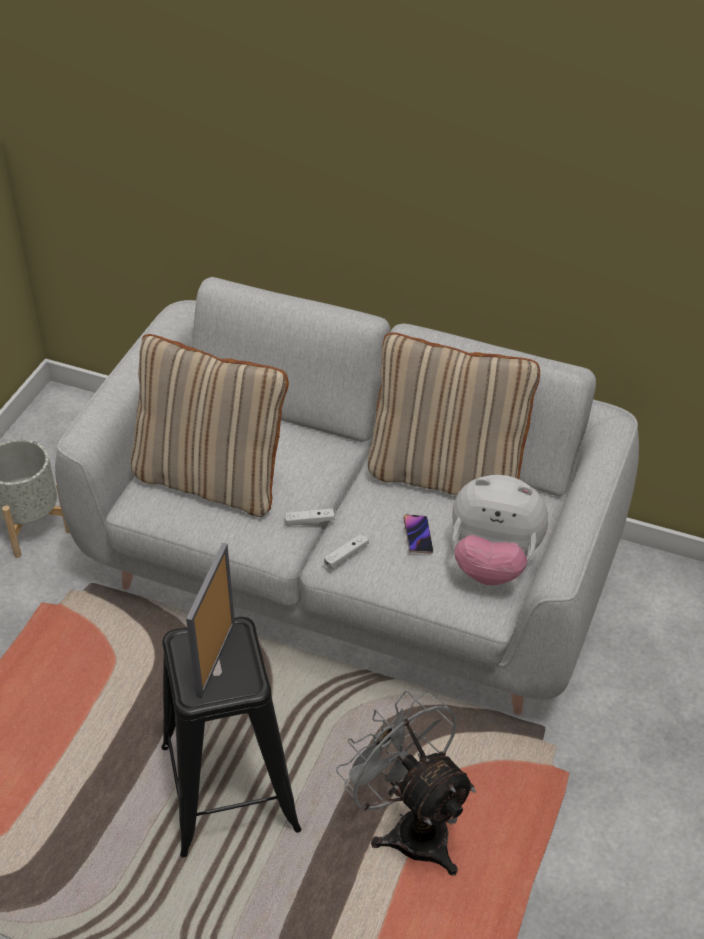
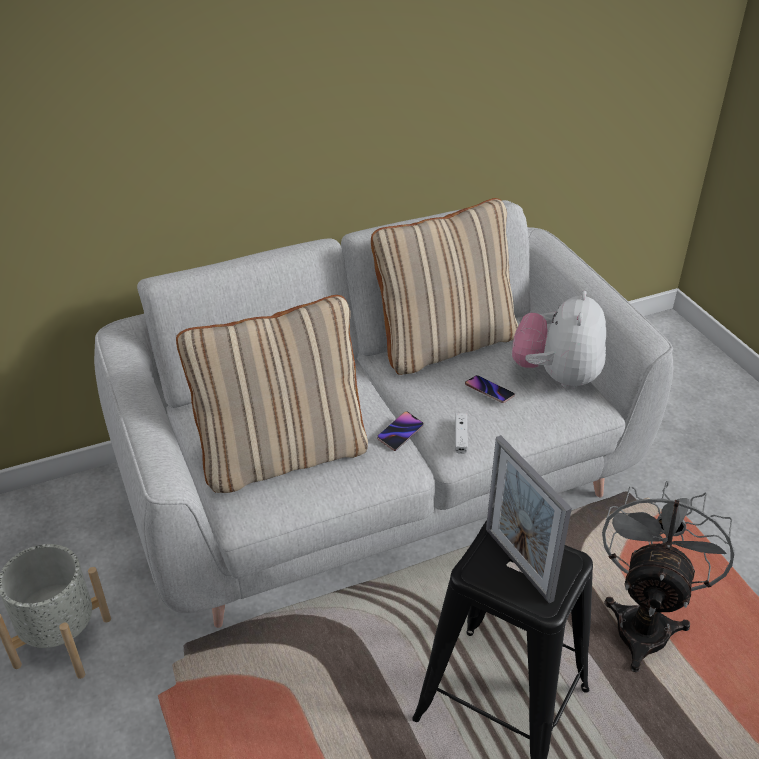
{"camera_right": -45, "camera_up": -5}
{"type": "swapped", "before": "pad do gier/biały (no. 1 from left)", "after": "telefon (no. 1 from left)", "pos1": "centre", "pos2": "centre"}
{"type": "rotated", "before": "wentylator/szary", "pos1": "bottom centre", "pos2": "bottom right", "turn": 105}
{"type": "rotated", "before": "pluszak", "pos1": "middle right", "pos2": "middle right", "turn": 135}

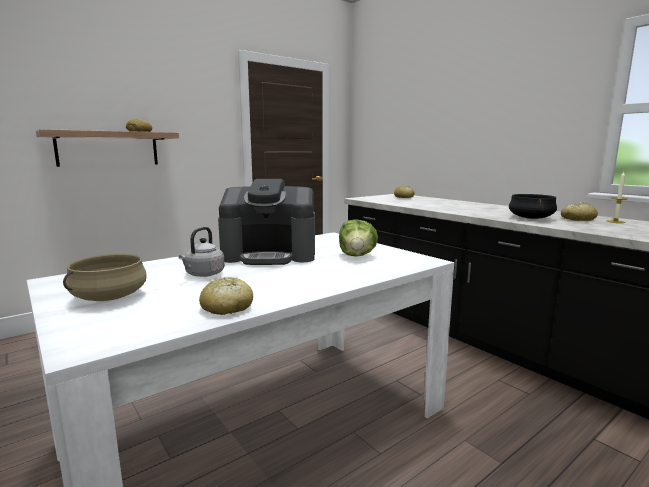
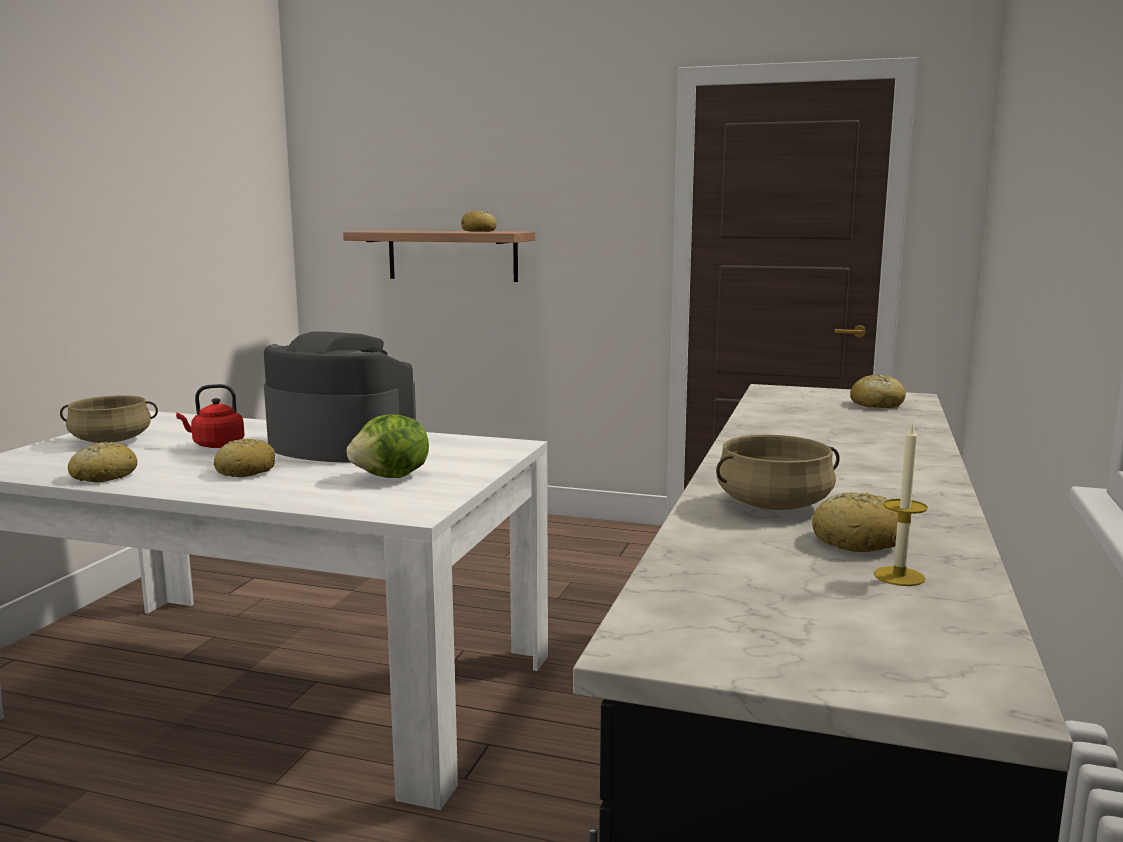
{"camera_right": 55, "camera_up": 0}
{"type": "new", "after": "chleb (no. 2 from left)", "pos2": "middle left"}
{"type": "repainted", "before": "czajnik/szary", "after": "czajnik/czerwony", "pos1": "middle left", "pos2": "middle left"}
{"type": "repainted", "before": "garnek/czarny", "after": "garnek/beżowy (no. 2 from left)", "pos1": "middle right", "pos2": "middle right"}
{"type": "rotated", "before": "ekspres do kawy", "pos1": "centre", "pos2": "middle left", "turn": 150}

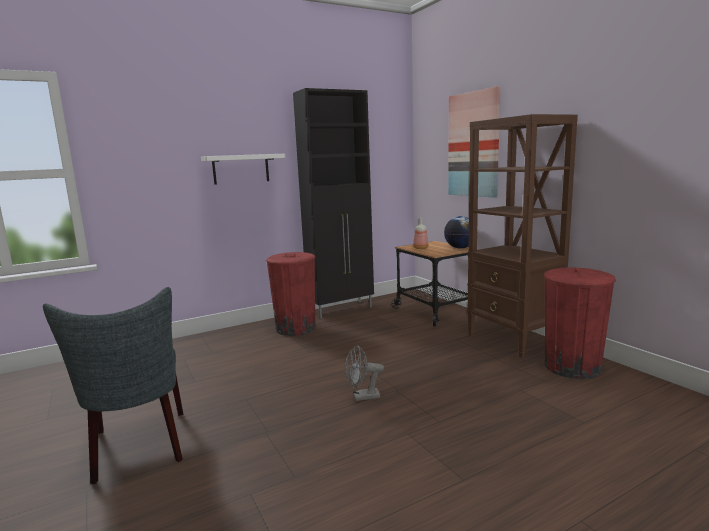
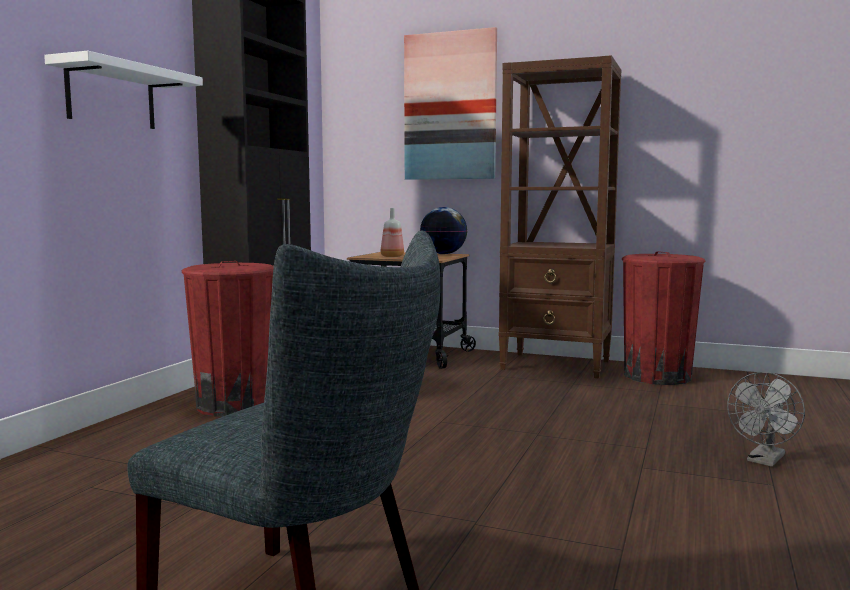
{"camera_right": -40, "camera_up": -5}
{"type": "shifted", "before": "wentylator/szary", "pos1": "bottom centre", "pos2": "bottom right"}

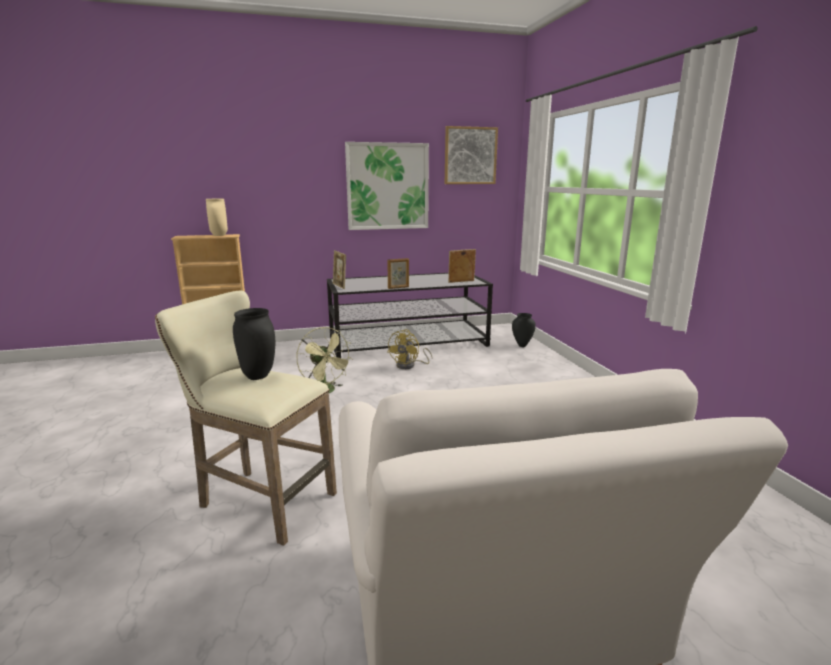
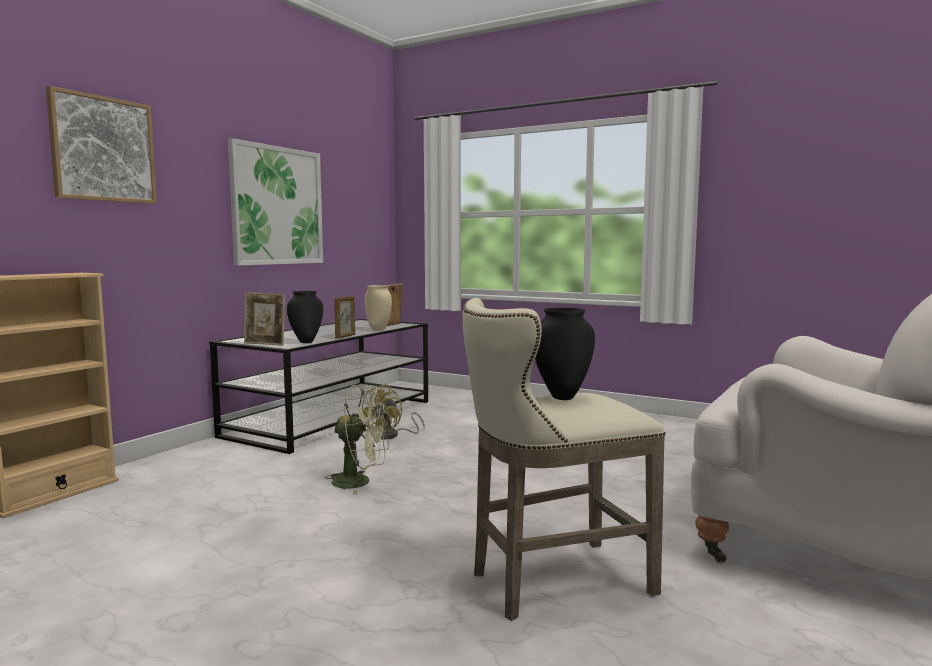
{"camera_right": -45, "camera_up": -10}
{"type": "shifted", "before": "wazon/beżowy", "pos1": "top left", "pos2": "centre"}
{"type": "shifted", "before": "obraz (no. 2 from left in the first image)", "after": "obraz (no. 1 from left)", "pos1": "top centre", "pos2": "top left"}
{"type": "shifted", "before": "wazon/czarny (no. 2 from left in the first image)", "after": "wazon/czarny (no. 1 from left)", "pos1": "centre", "pos2": "middle left"}
{"type": "rotated", "before": "wentylator/żółty", "pos1": "centre", "pos2": "centre", "turn": 45}

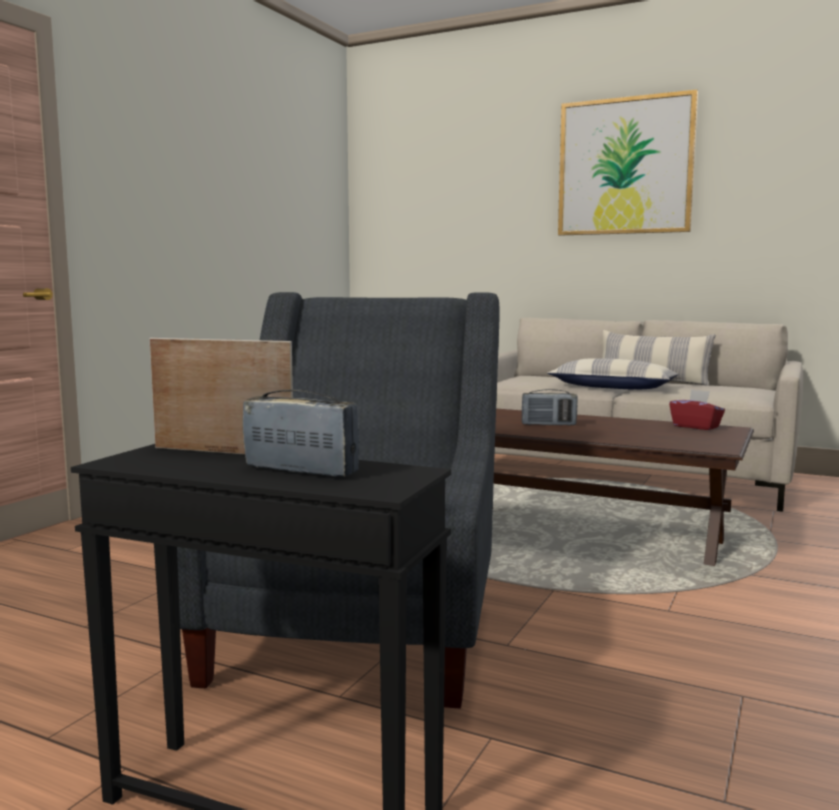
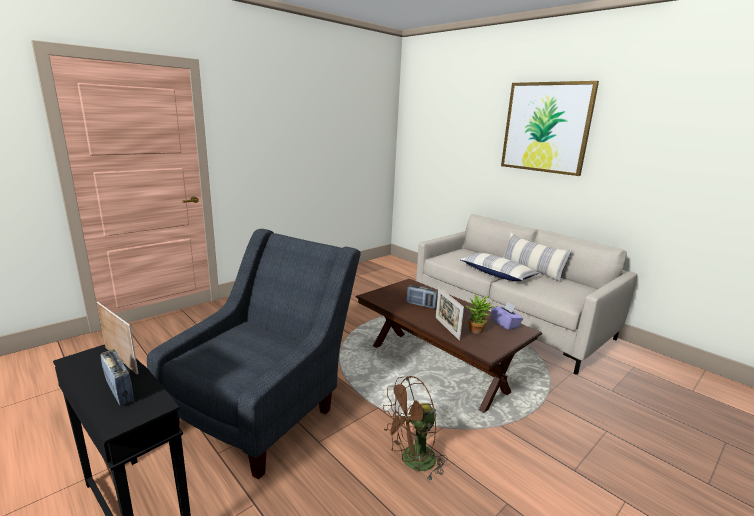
{"camera_right": 20, "camera_up": 10}
{"type": "new", "after": "wentylator/brązowy", "pos2": "bottom centre"}
{"type": "new", "after": "ramka na zdjęcie (no. 2 from left)", "pos2": "centre"}
{"type": "new", "after": "roślina doniczkowa", "pos2": "centre"}
{"type": "repainted", "before": "pudełko chusteczek/czerwony", "after": "pudełko chusteczek/fioletowy", "pos1": "middle right", "pos2": "middle right"}

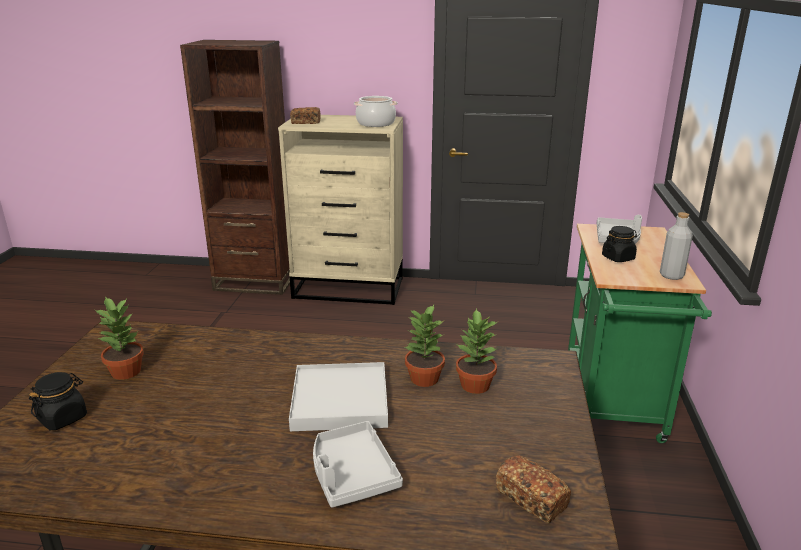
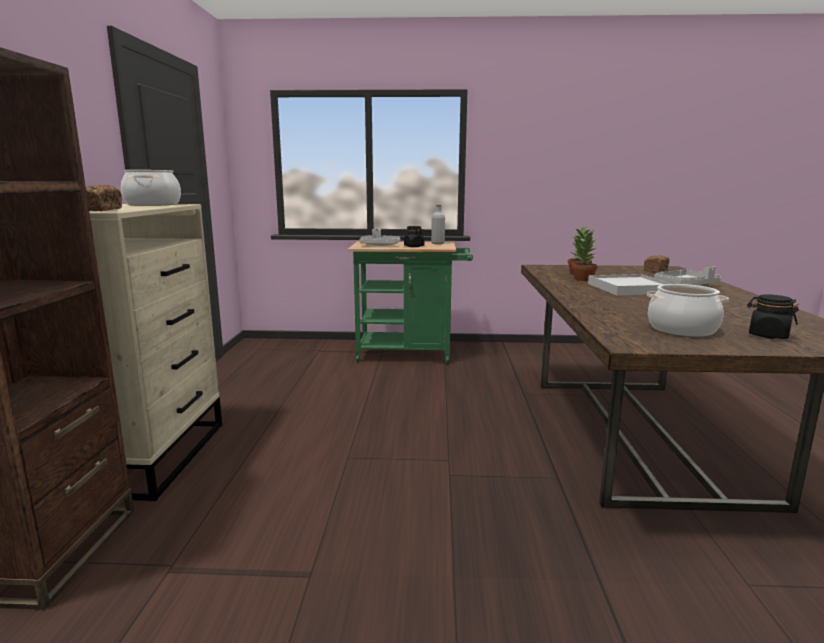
{"camera_right": -95, "camera_up": -10}
{"type": "swapped", "before": "roślina doniczkowa (no. 1 from left)", "after": "garnek (no. 2 from left)", "pos1": "middle left", "pos2": "middle right"}

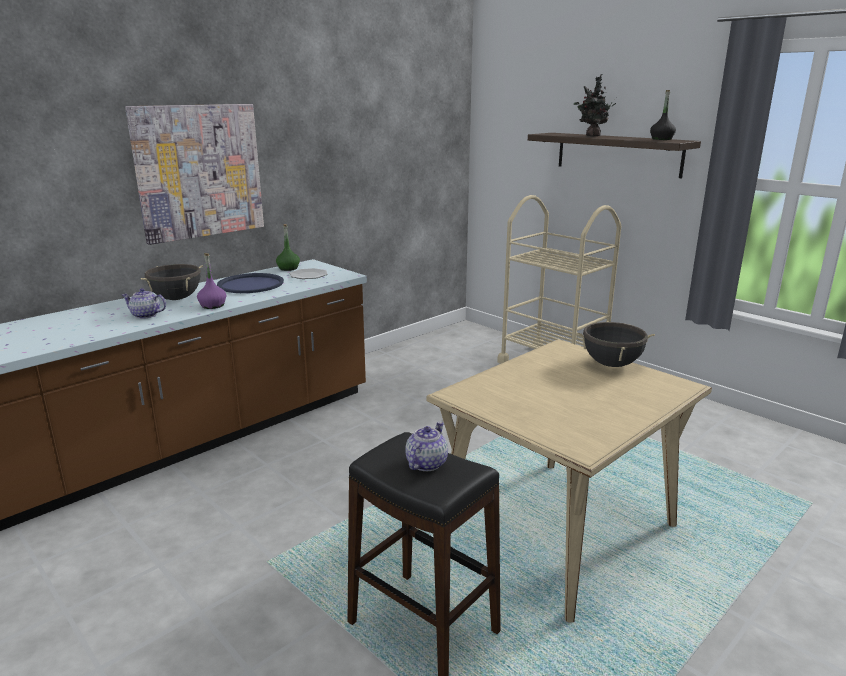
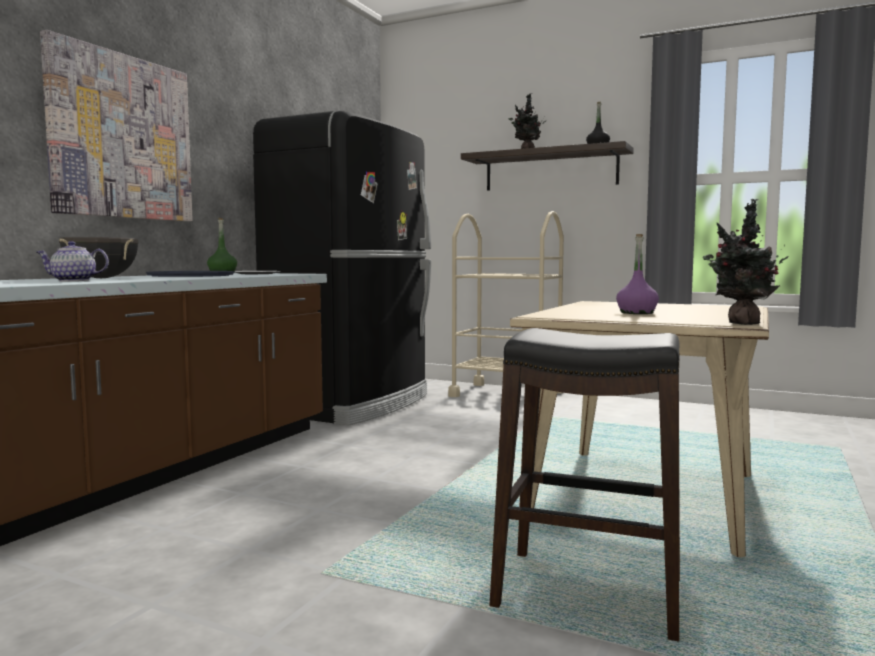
{"camera_right": -20, "camera_up": -15}
{"type": "gone", "before": "imbryk (no. 2 from left)", "pos1": "centre"}
{"type": "gone", "before": "garnek/czarny (no. 2 from left)", "pos1": "middle right"}
{"type": "new", "after": "lodówka/czarny", "pos2": "centre"}
{"type": "new", "after": "roślina doniczkowa (no. 2 from left)", "pos2": "middle right"}
{"type": "shifted", "before": "butelka/fioletowy", "pos1": "middle left", "pos2": "middle right"}

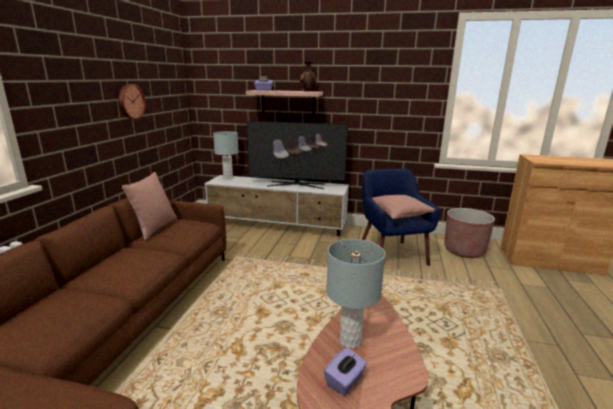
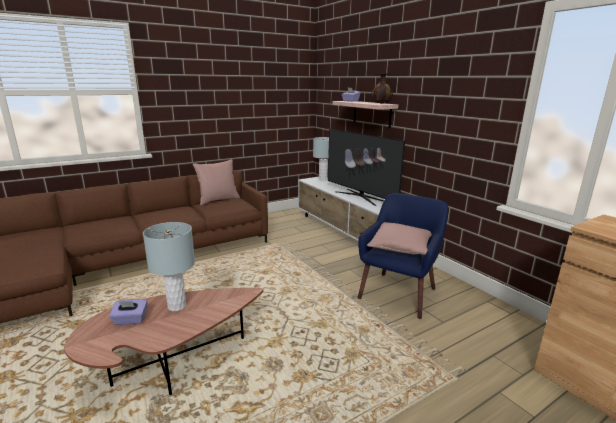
{"camera_right": 45, "camera_up": 0}
{"type": "gone", "before": "zegar ścienny", "pos1": "top left"}
{"type": "gone", "before": "donica/brązowy", "pos1": "middle right"}

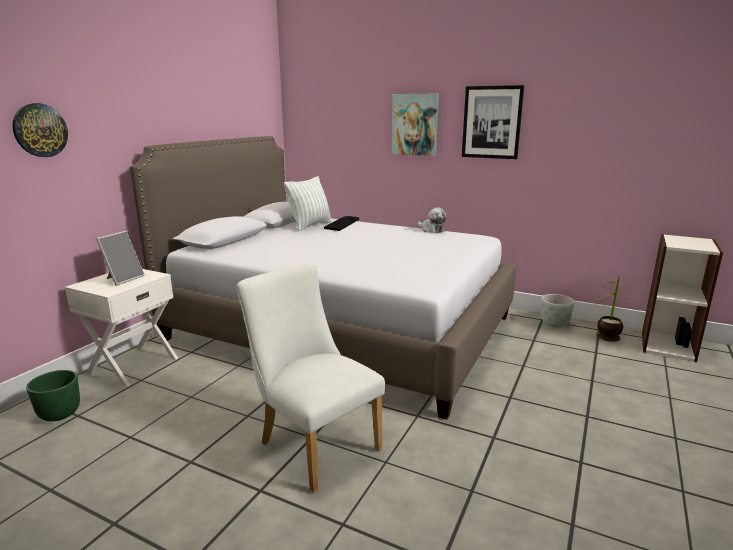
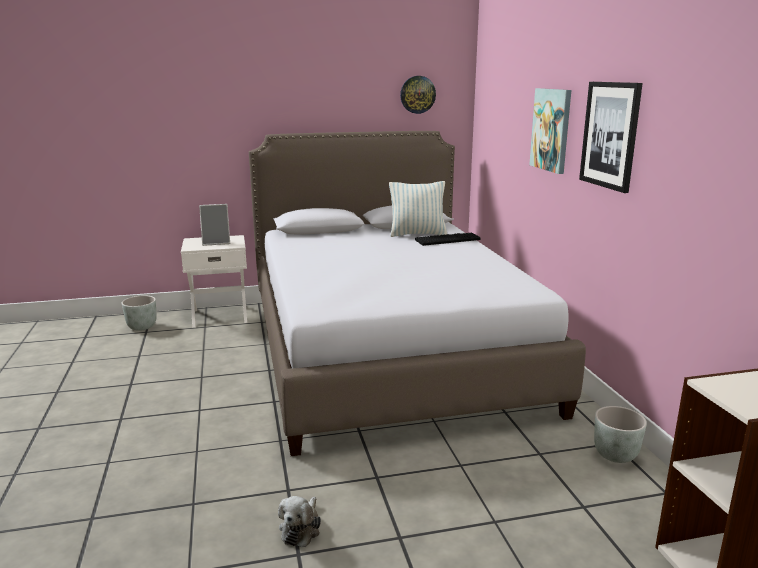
{"camera_right": 50, "camera_up": 0}
{"type": "gone", "before": "krzesło/biały", "pos1": "bottom centre"}
{"type": "gone", "before": "roślina doniczkowa", "pos1": "middle right"}
{"type": "shifted", "before": "zegar ścienny", "pos1": "top left", "pos2": "top centre"}
{"type": "shifted", "before": "pluszak", "pos1": "centre", "pos2": "bottom centre"}
{"type": "repainted", "before": "donica/zielony", "after": "donica/szary (no. 1 from left)", "pos1": "bottom left", "pos2": "middle left"}

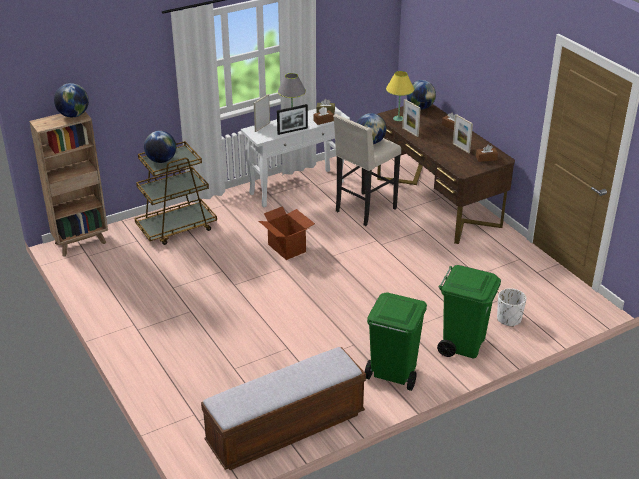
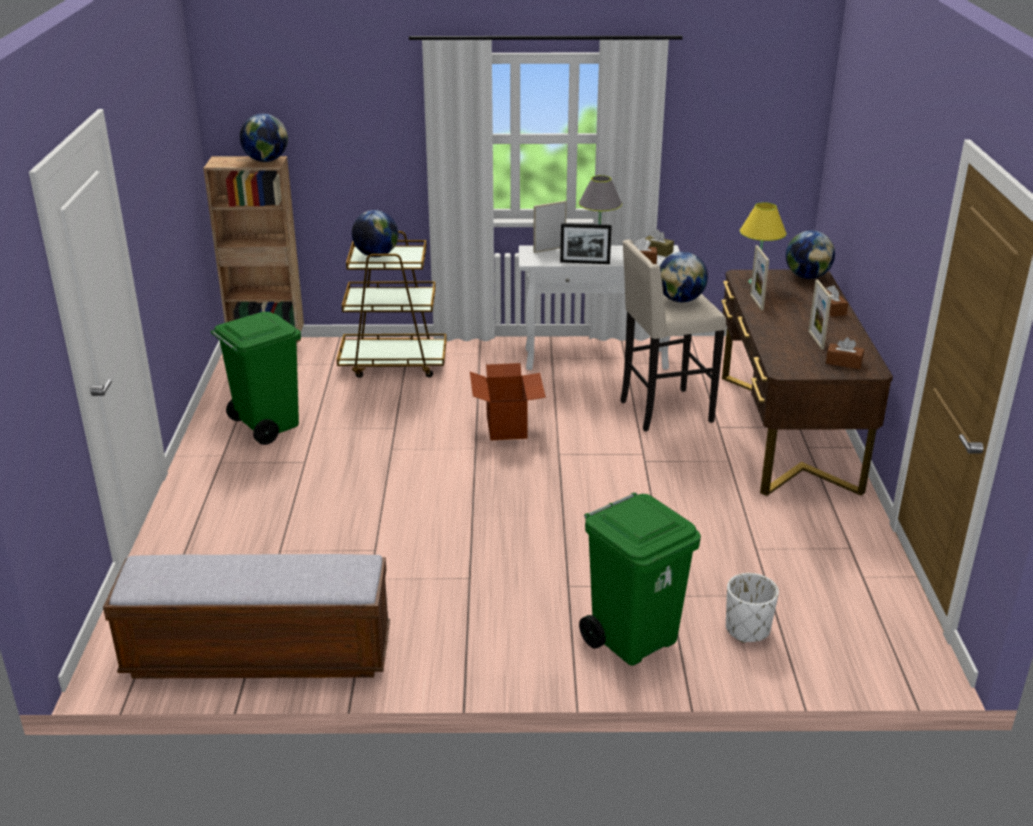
{"camera_right": 30, "camera_up": -5}
{"type": "shifted", "before": "kosz na śmieci/zielony (no. 1 from left)", "pos1": "bottom centre", "pos2": "middle left"}

